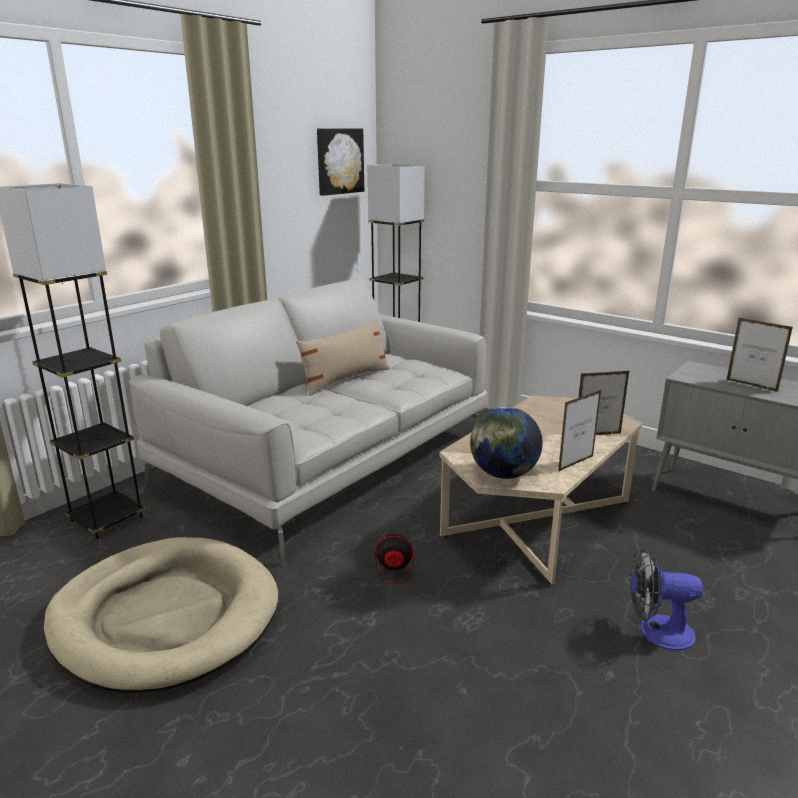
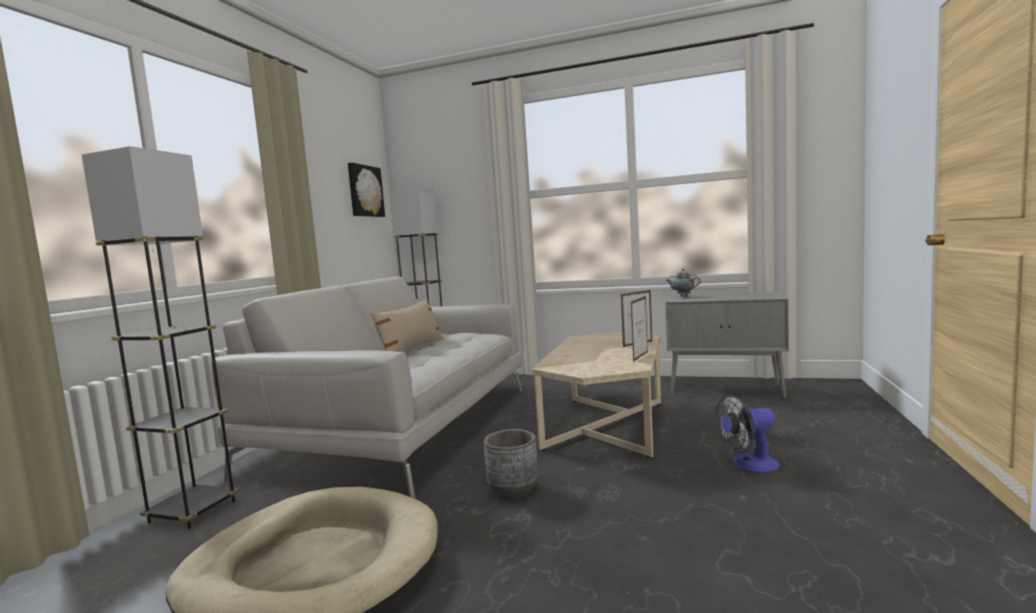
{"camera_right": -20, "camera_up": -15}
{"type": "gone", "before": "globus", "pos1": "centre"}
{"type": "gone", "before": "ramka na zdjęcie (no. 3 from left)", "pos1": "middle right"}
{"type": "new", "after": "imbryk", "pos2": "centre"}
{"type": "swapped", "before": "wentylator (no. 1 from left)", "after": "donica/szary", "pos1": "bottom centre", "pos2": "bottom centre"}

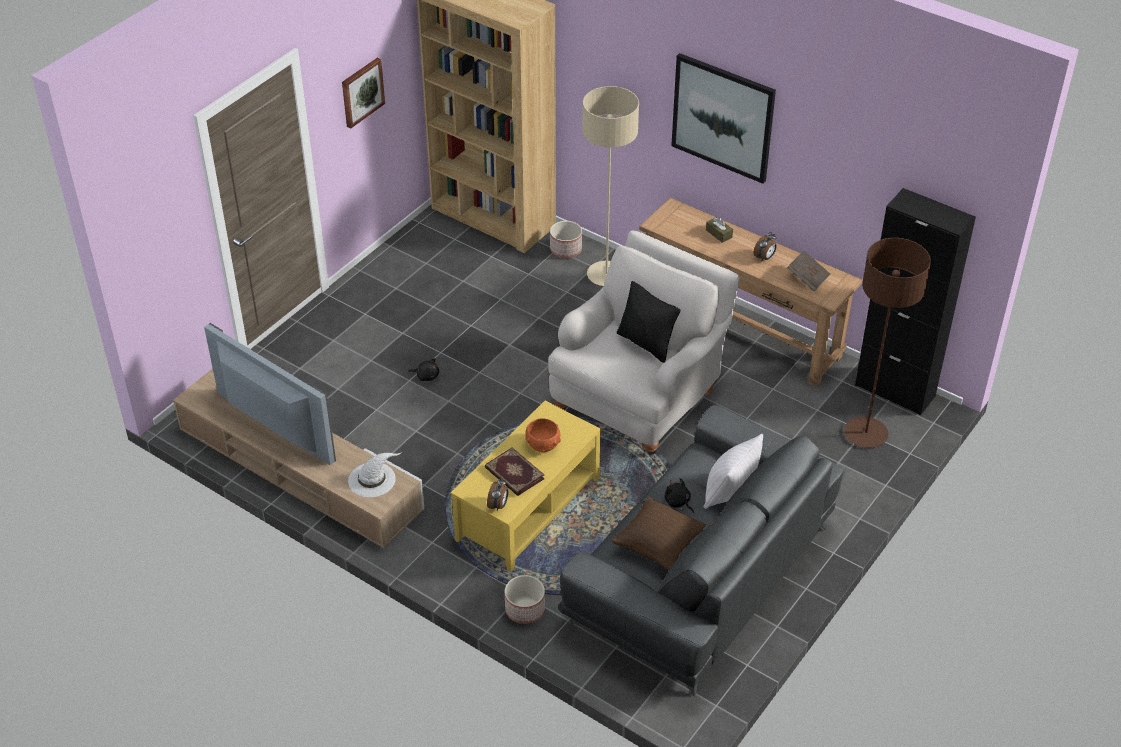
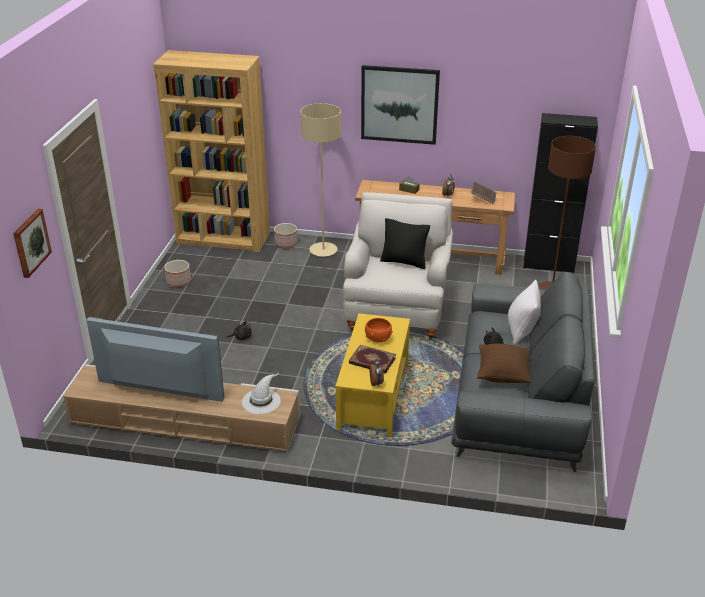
{"camera_right": -25, "camera_up": -10}
{"type": "shifted", "before": "obraz (no. 1 from left)", "pos1": "top left", "pos2": "middle left"}
{"type": "shifted", "before": "donica (no. 1 from left)", "pos1": "bottom centre", "pos2": "middle left"}

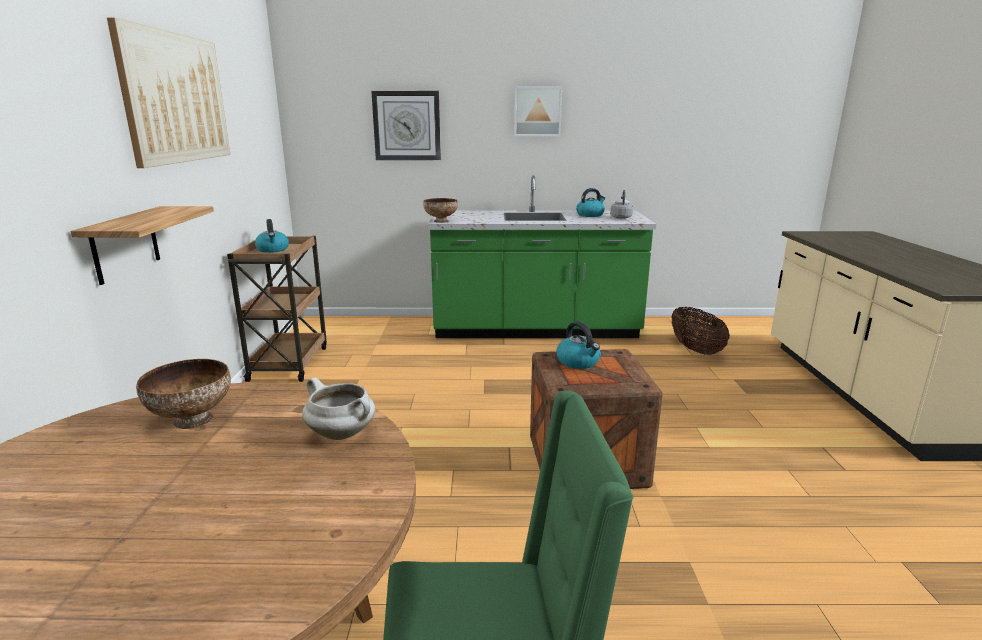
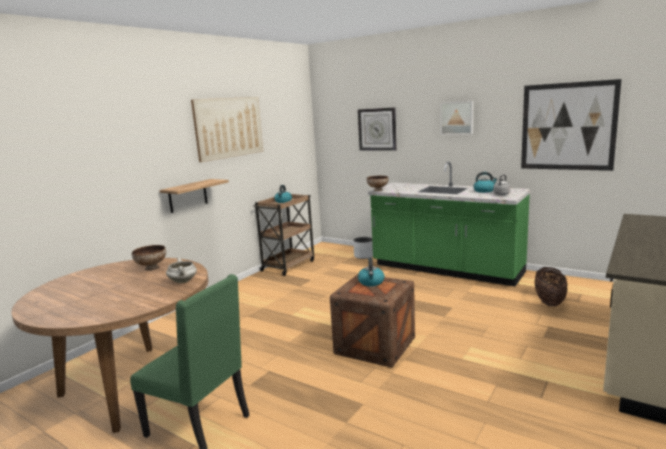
{"camera_right": 35, "camera_up": -5}
{"type": "new", "after": "donica/szary", "pos2": "centre"}
{"type": "new", "after": "obraz (no. 3 from left)", "pos2": "top right"}

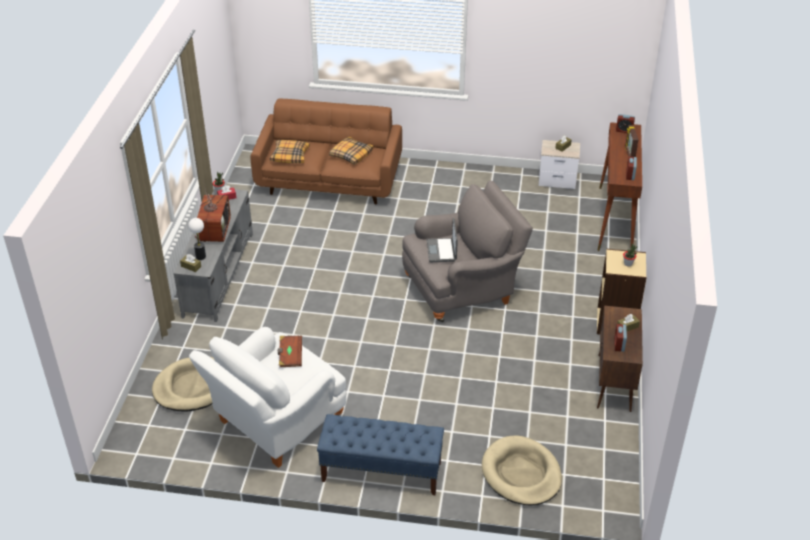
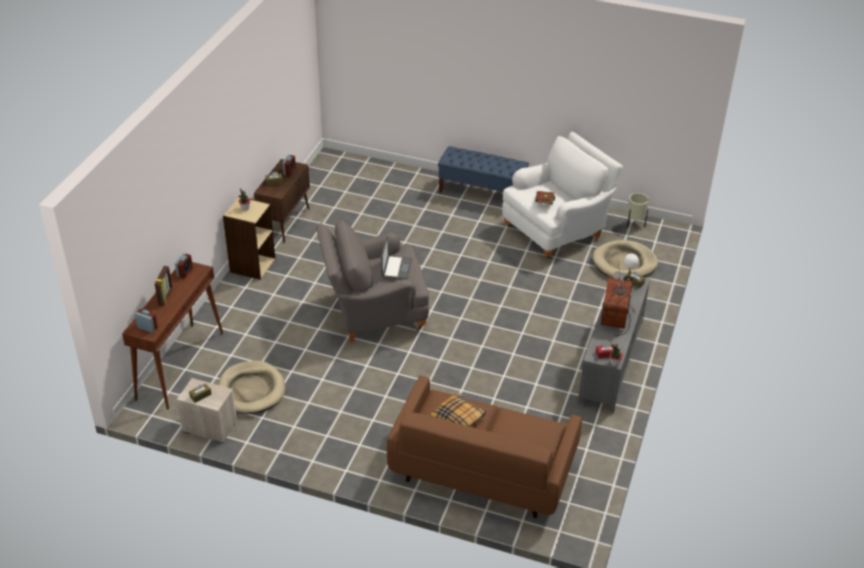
{"camera_right": -170, "camera_up": 0}
{"type": "gone", "before": "poduszka (no. 1 from left)", "pos1": "top centre"}
{"type": "new", "after": "donica/beżowy", "pos2": "middle right"}
{"type": "shifted", "before": "legowisko/beżowy (no. 2 from left in the first image)", "after": "legowisko/beżowy (no. 1 from left)", "pos1": "bottom centre", "pos2": "bottom left"}

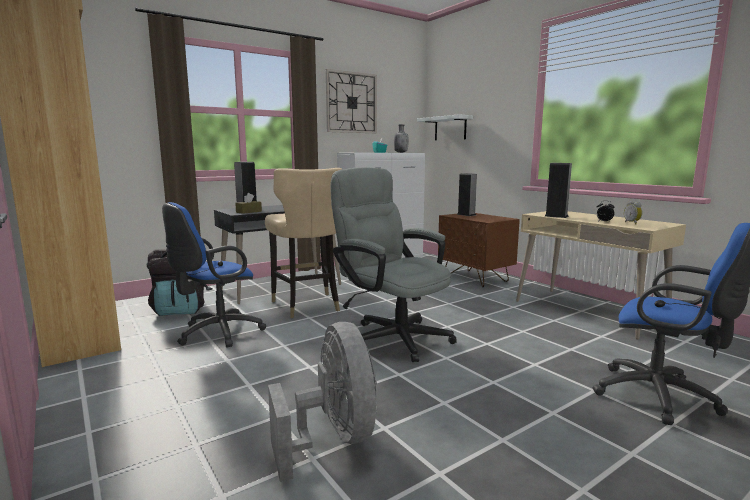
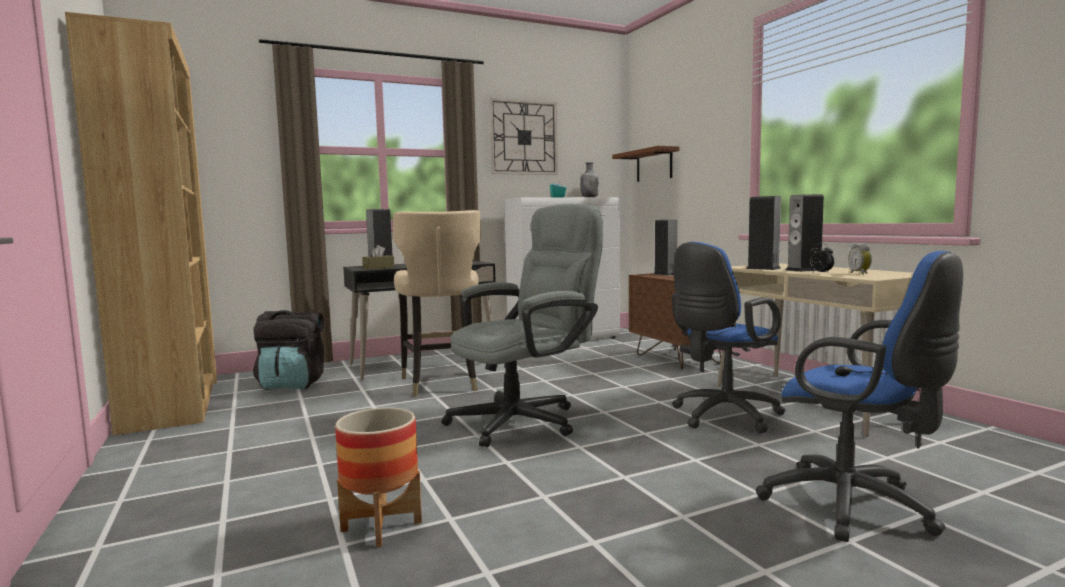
{"camera_right": 10, "camera_up": -5}
{"type": "new", "after": "głośnik (no. 4 from left)", "pos2": "middle right"}
{"type": "shifted", "before": "krzesło biurowe/niebieski (no. 1 from left)", "pos1": "middle left", "pos2": "middle right"}
{"type": "swapped", "before": "wentylator/szary", "after": "donica", "pos1": "bottom centre", "pos2": "bottom centre"}
{"type": "repainted", "before": "półka/biały", "after": "półka/brązowy", "pos1": "top centre", "pos2": "top centre"}
{"type": "rotated", "before": "krzesło biurowe/szary", "pos1": "centre", "pos2": "centre", "turn": 90}

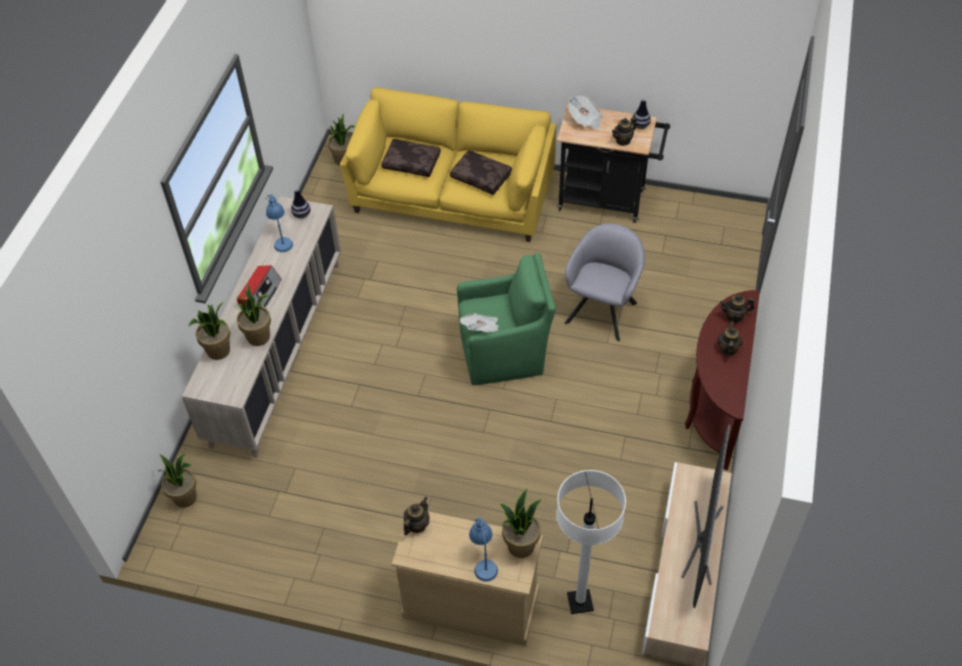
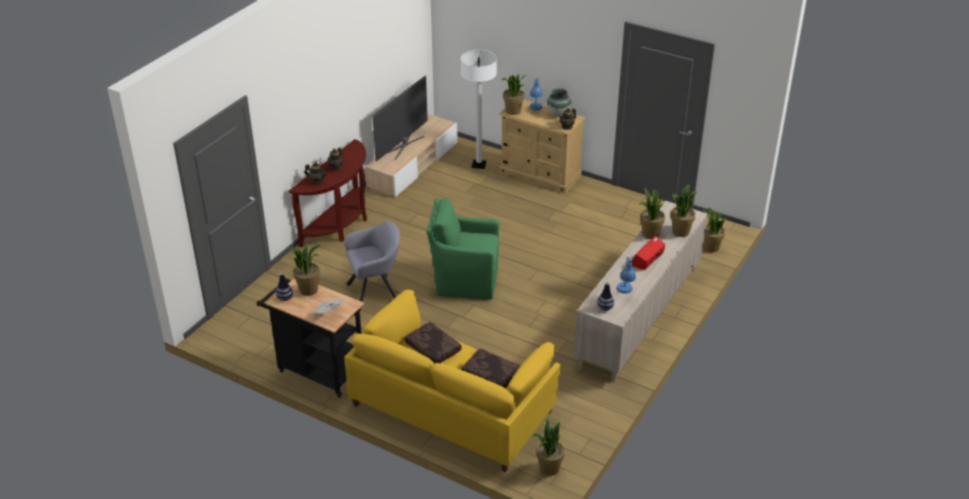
{"camera_right": -165, "camera_up": -15}
{"type": "gone", "before": "gazeta (no. 1 from left)", "pos1": "centre"}
{"type": "new", "after": "wazon (no. 2 from left)", "pos2": "top centre"}
{"type": "swapped", "before": "imbryk (no. 2 from left)", "after": "roślina doniczkowa (no. 1 from left)", "pos1": "top centre", "pos2": "middle left"}
{"type": "rotated", "before": "fotel/szary", "pos1": "centre", "pos2": "centre", "turn": -150}

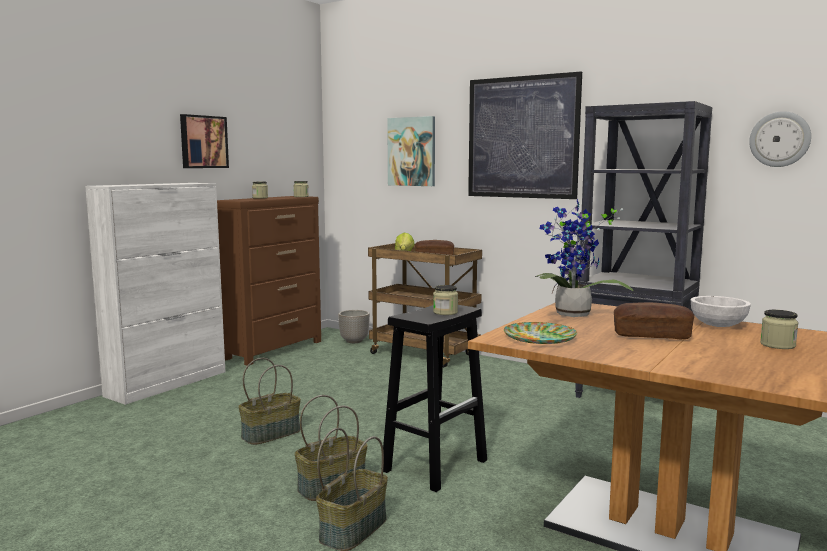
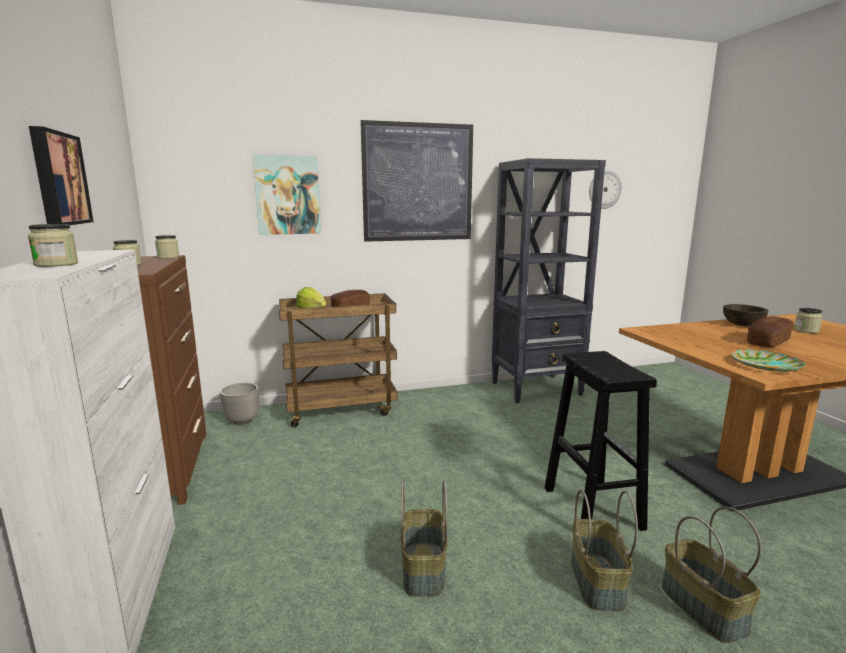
{"camera_right": -50, "camera_up": 5}
{"type": "gone", "before": "roślina doniczkowa", "pos1": "middle right"}
{"type": "shifted", "before": "słoik (no. 3 from left in the first image)", "after": "słoik (no. 1 from left)", "pos1": "centre", "pos2": "middle left"}
{"type": "repainted", "before": "miska/biały", "after": "miska/brązowy", "pos1": "middle right", "pos2": "middle right"}

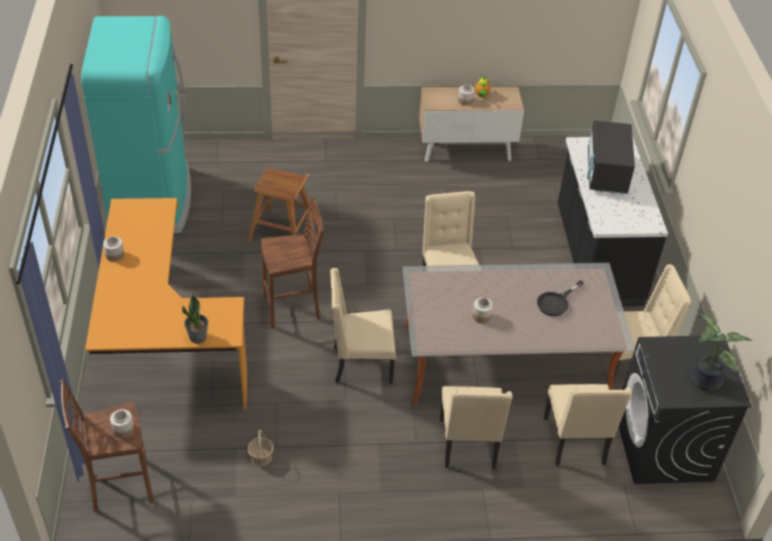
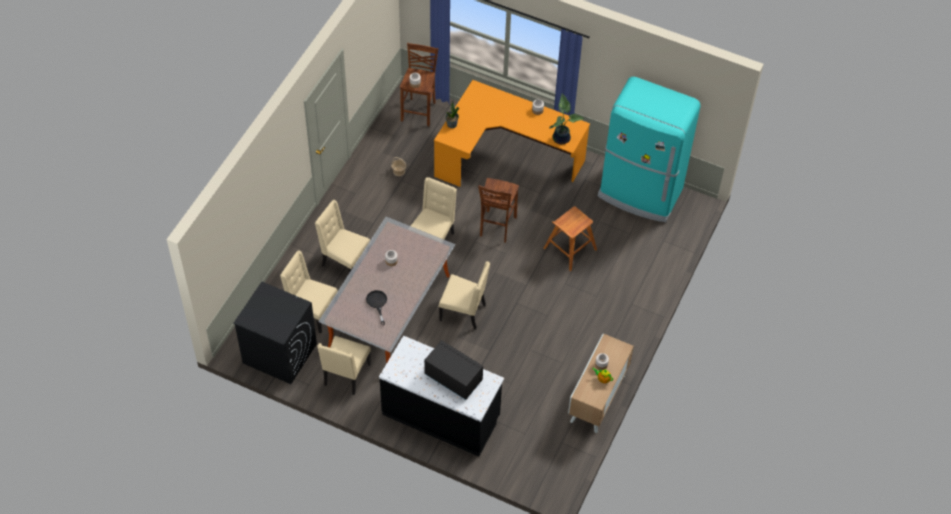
{"camera_right": 120, "camera_up": 10}
{"type": "shifted", "before": "roślina doniczkowa (no. 2 from left)", "pos1": "middle right", "pos2": "top centre"}

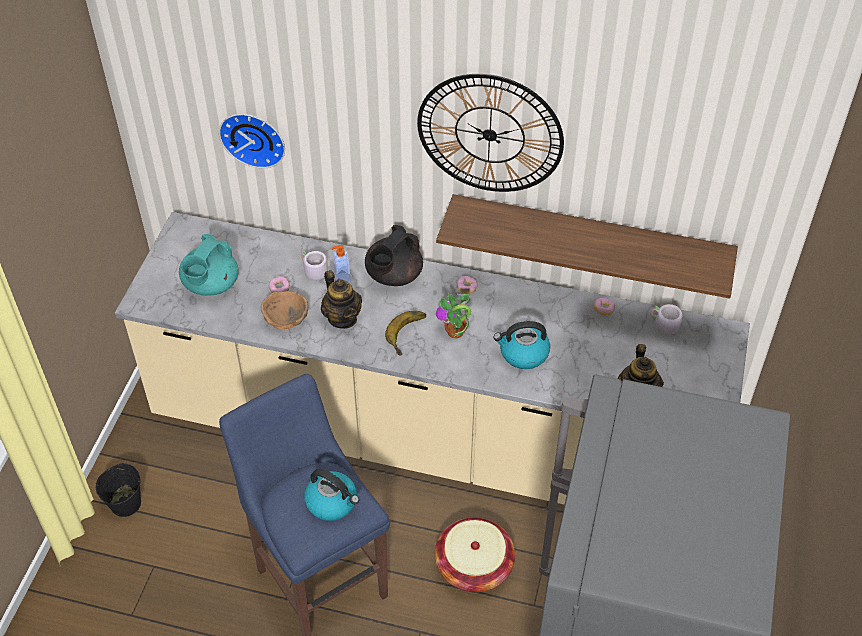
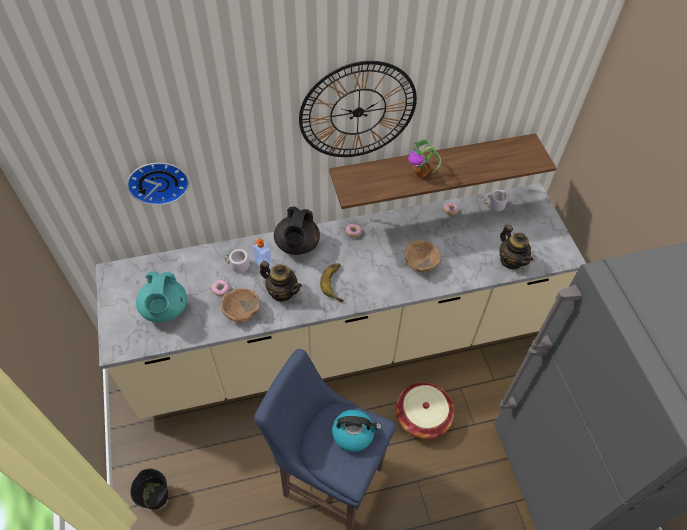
{"camera_right": -30, "camera_up": 5}
{"type": "shifted", "before": "roślina doniczkowa", "pos1": "centre", "pos2": "top centre"}
{"type": "swapped", "before": "czajnik (no. 2 from left)", "after": "miska/brązowy (no. 2 from left)", "pos1": "centre", "pos2": "centre"}

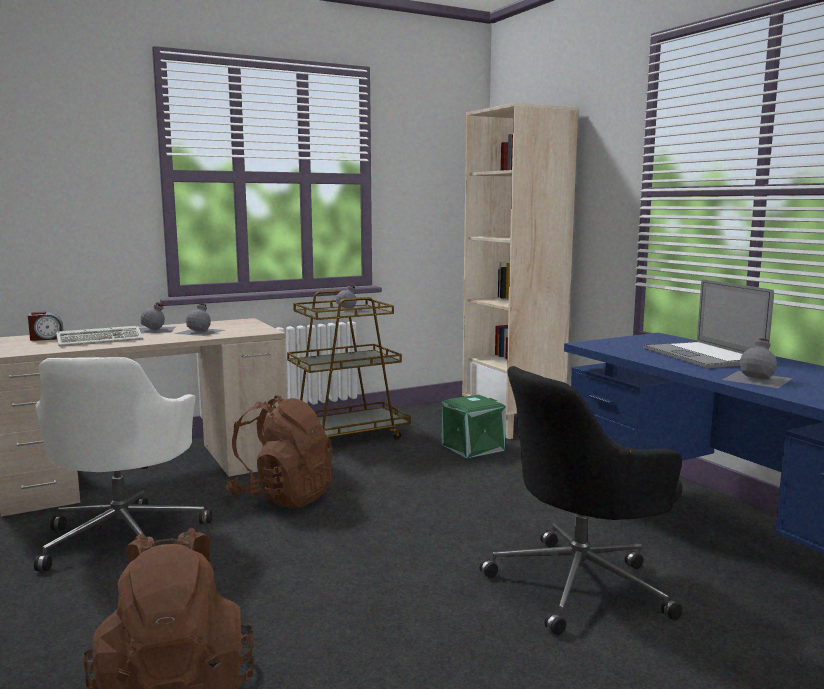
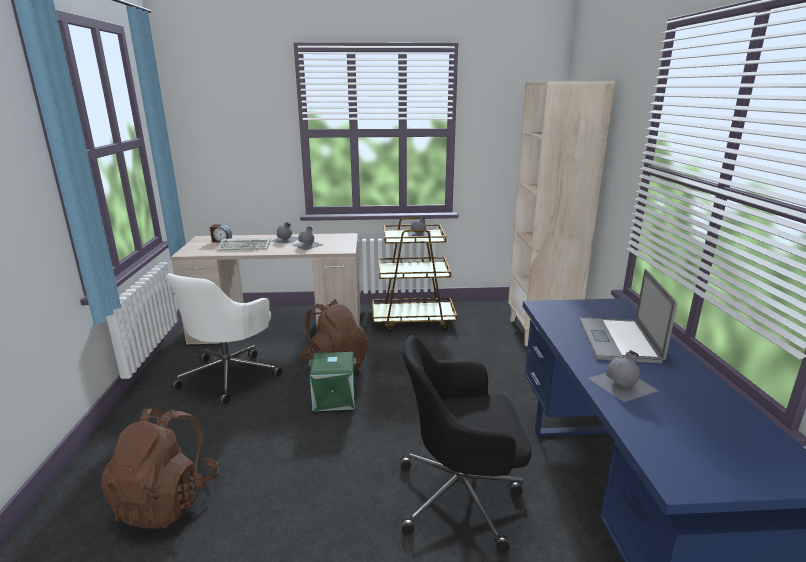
{"camera_right": 25, "camera_up": 10}
{"type": "shifted", "before": "pojemnik do przechowywania/zielony", "pos1": "centre", "pos2": "bottom centre"}

